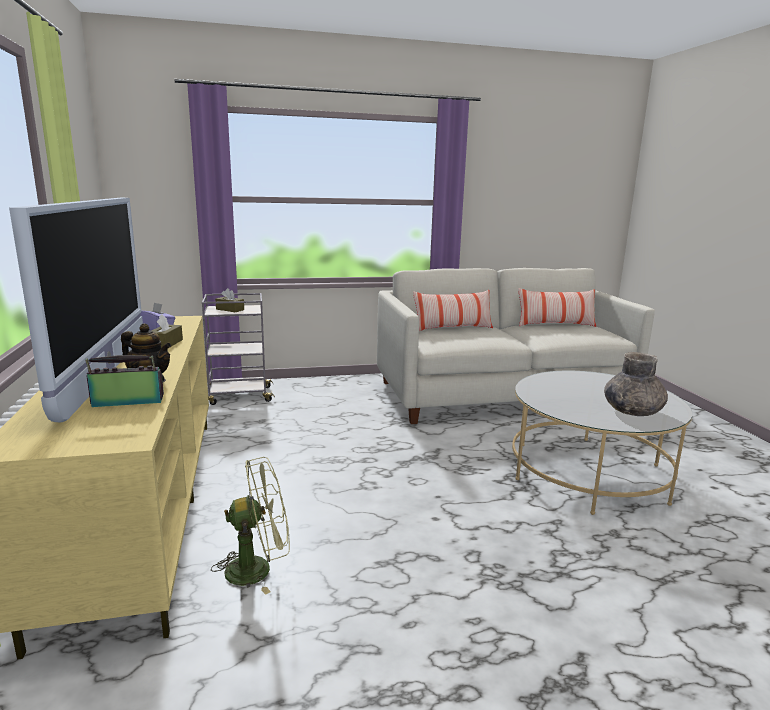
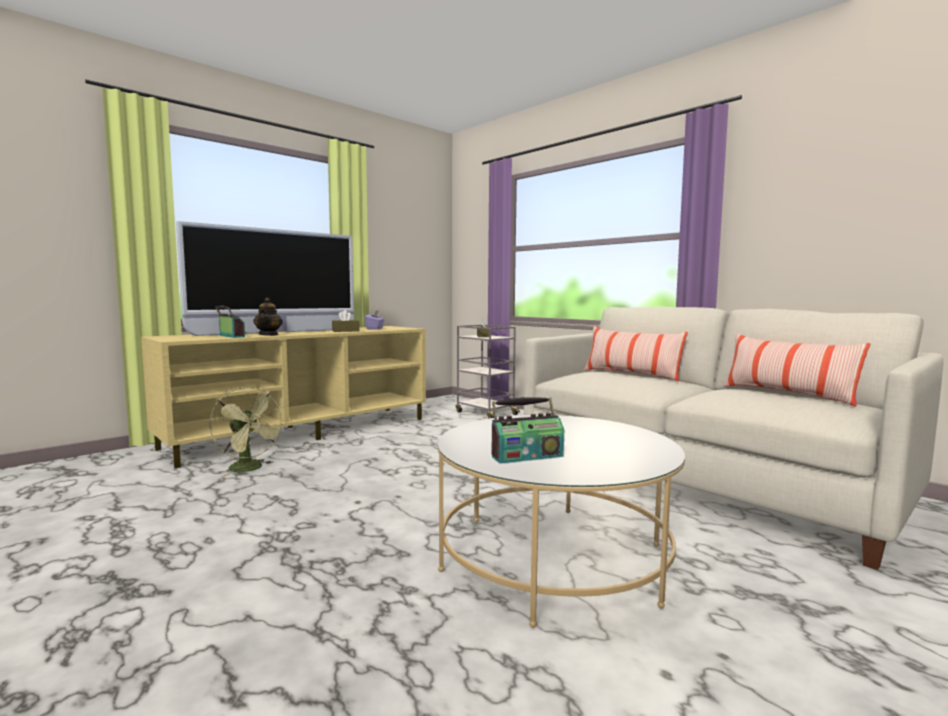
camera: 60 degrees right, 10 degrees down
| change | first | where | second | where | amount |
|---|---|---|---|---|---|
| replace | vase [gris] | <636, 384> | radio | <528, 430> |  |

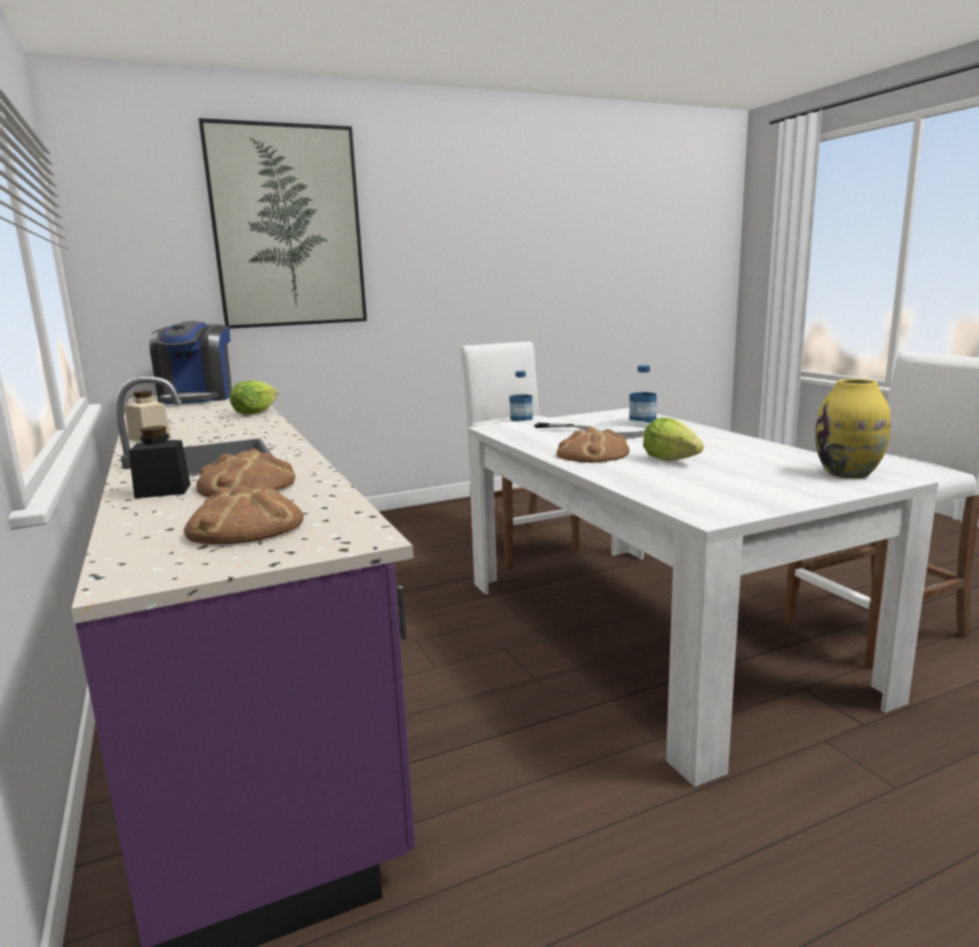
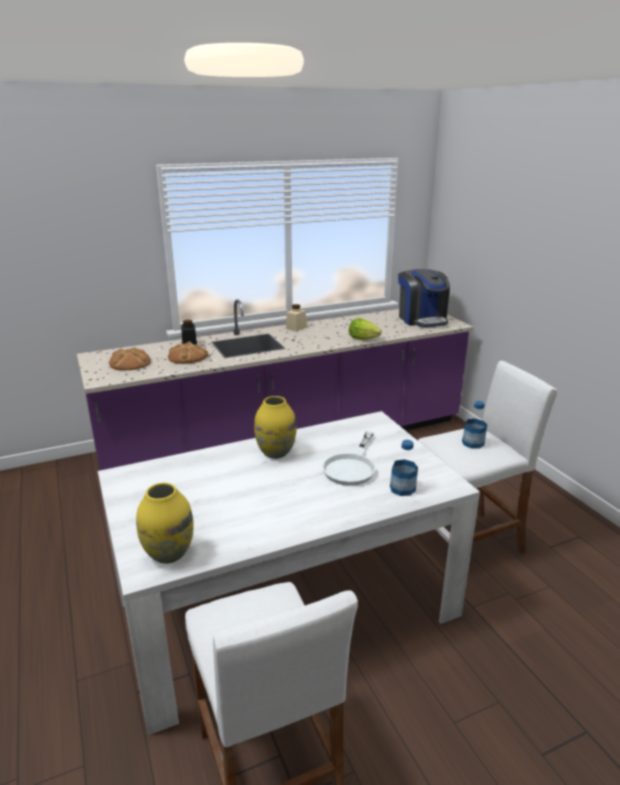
camera: 90 degrees right, 10 degrees up
| change | first | where | second | where | amount |
|---|---|---|---|---|---|
| replace | pain | <593, 445> | vase [jaune] | <275, 427> |  |
| rotate | machine à café | <190, 362> |  | <424, 298> | 105 degrees counterclockwise |
| delete | tableau | <283, 223> |  |  |  |
| delete | laitue | <673, 439> |  |  |  |

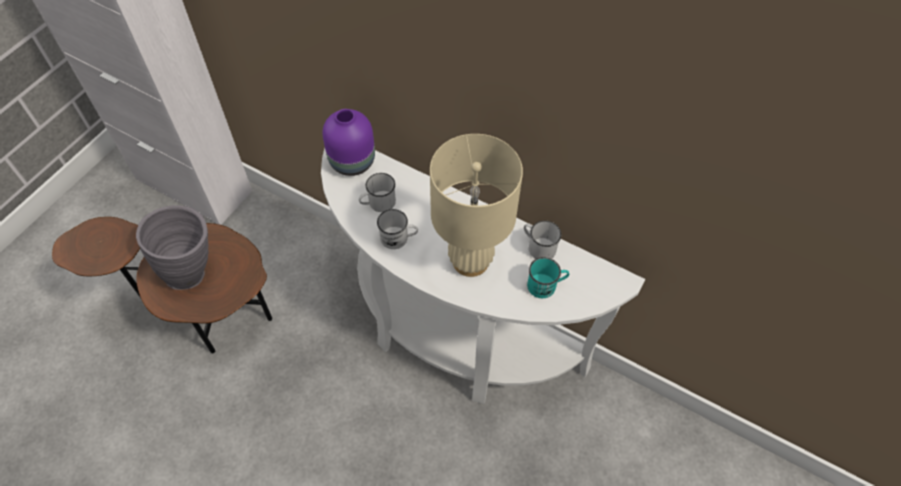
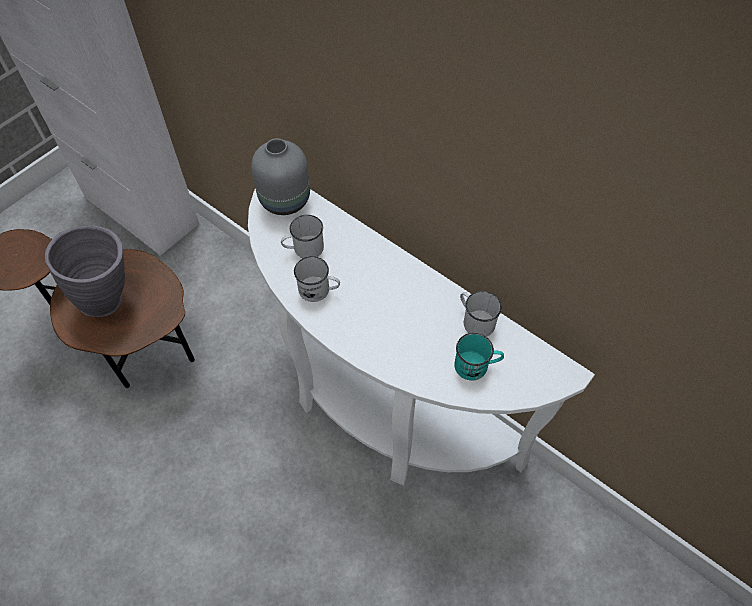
camera: 10 degrees right, 0 degrees up
| change | first | where | second | where | amount |
|---|---|---|---|---|---|
| recolor | vase [violet] | <349, 142> | vase [gris] | <280, 176> |  |
| delete | lampe de table [beige] | <476, 205> |  |  |  |

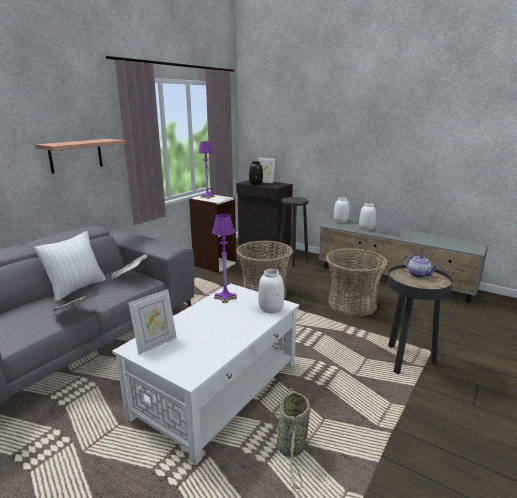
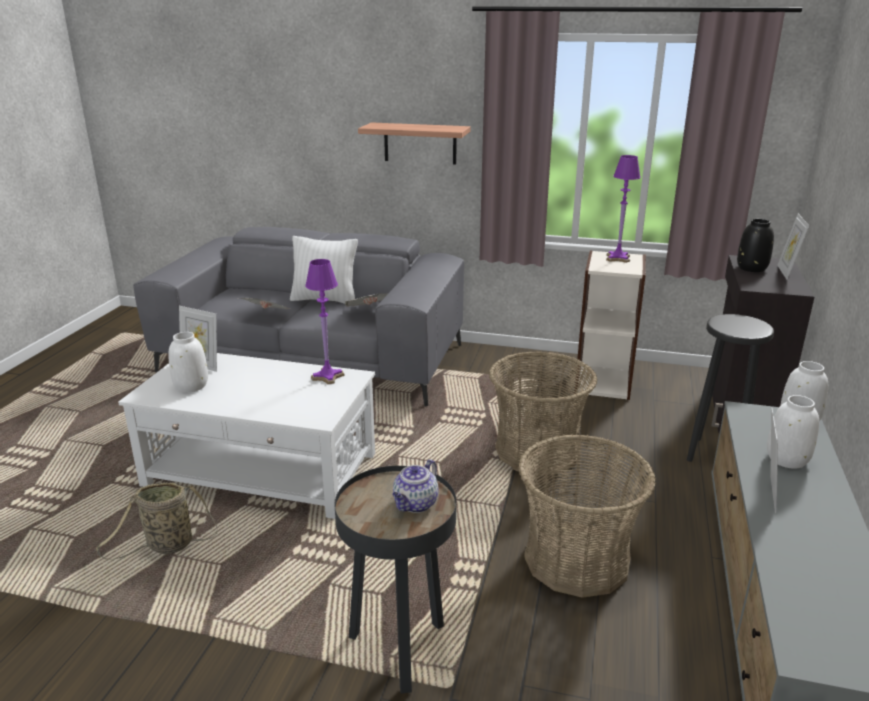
camera: 70 degrees right, 5 degrees up
| change | first | where | second | where | amount |
|---|---|---|---|---|---|
| move | vase [blanc] | <271, 291> |  | <188, 362> |  |

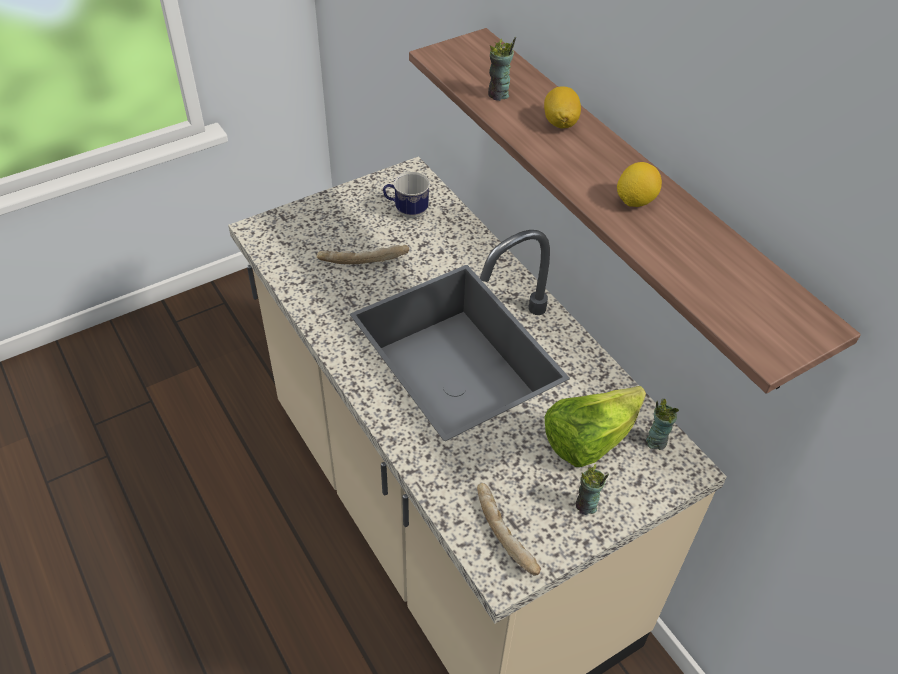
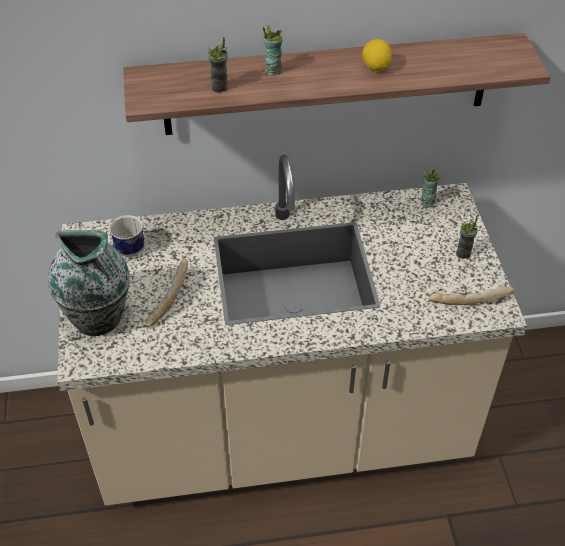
camera: 65 degrees left, 0 degrees up
| change | first | where | second | where | amount |
|---|---|---|---|---|---|
| insert |  |  | vase | <89, 283> |  |
| replace | citron | <562, 107> | tasse | <273, 50> |  |
| delete | laitue | <595, 426> |  |  |  |

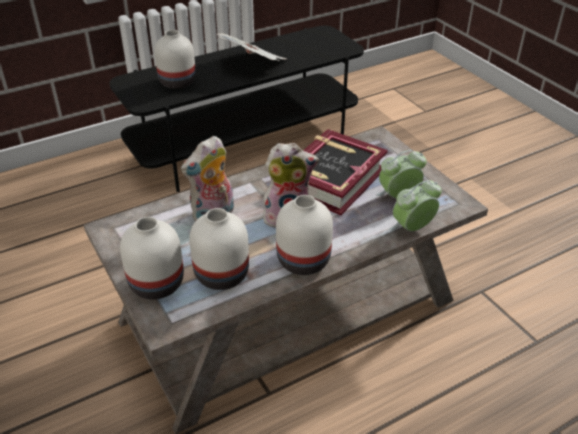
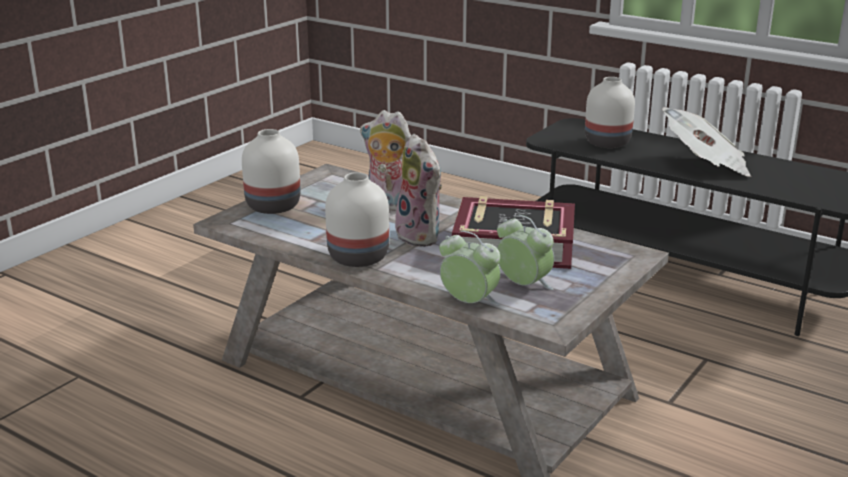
camera: 65 degrees right, 15 degrees down
| change | first | where | second | where | amount |
|---|---|---|---|---|---|
| delete | vase [blanc] | <219, 249> |  |  |  |

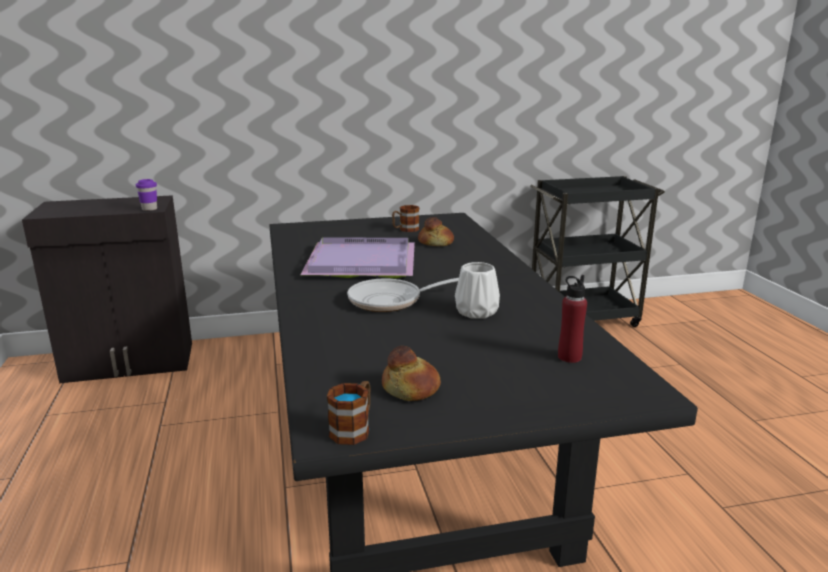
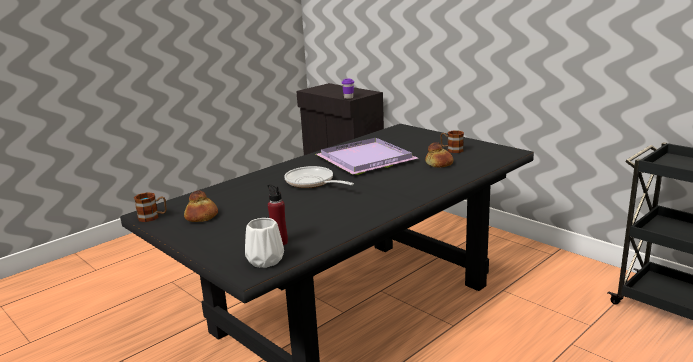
camera: 60 degrees right, 0 degrees up
| change | first | where | second | where | amount |
|---|---|---|---|---|---|
| move | vase [blanc] | <477, 290> |  | <264, 243> |  |

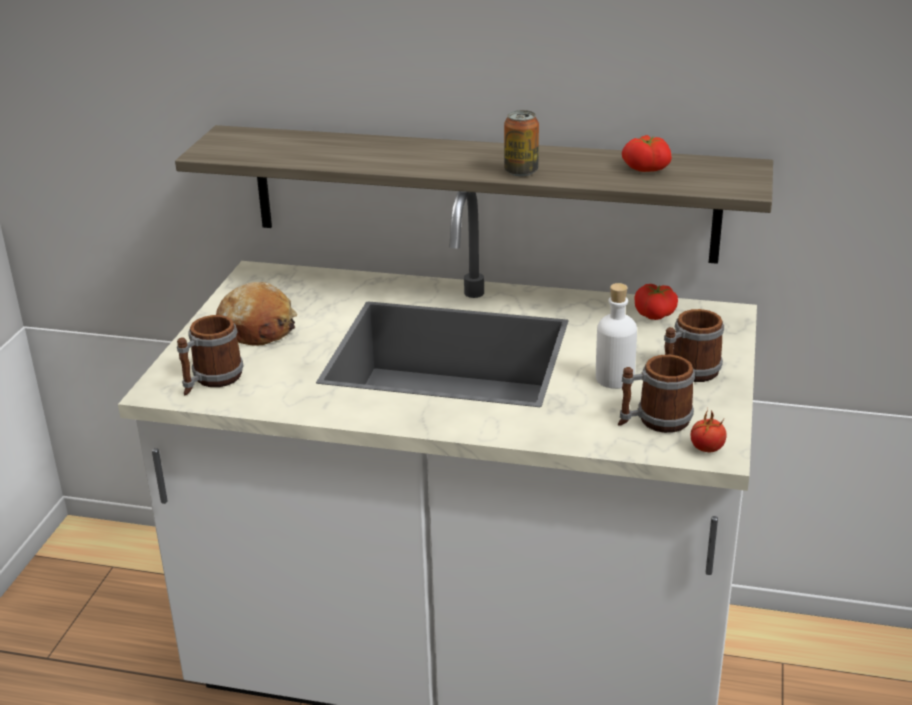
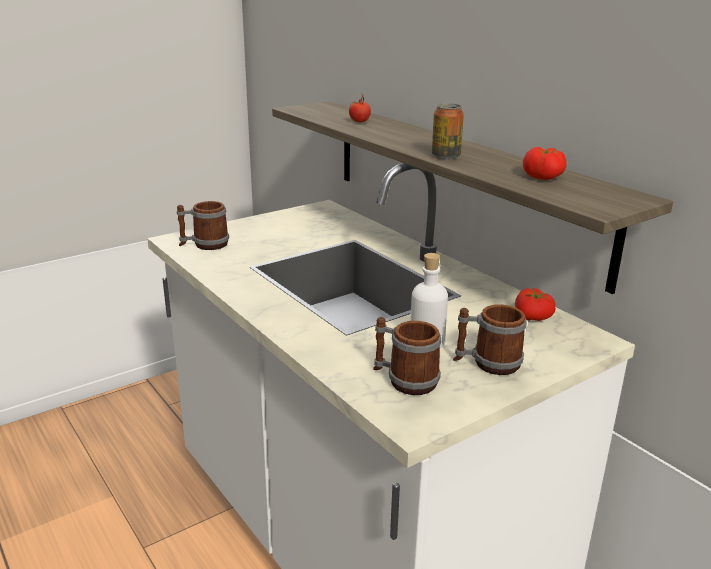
camera: 40 degrees right, 5 degrees down
| change | first | where | second | where | amount |
|---|---|---|---|---|---|
| move | tomate | <709, 430> |  | <360, 108> |  |
| delete | pain | <256, 314> |  |  |  |

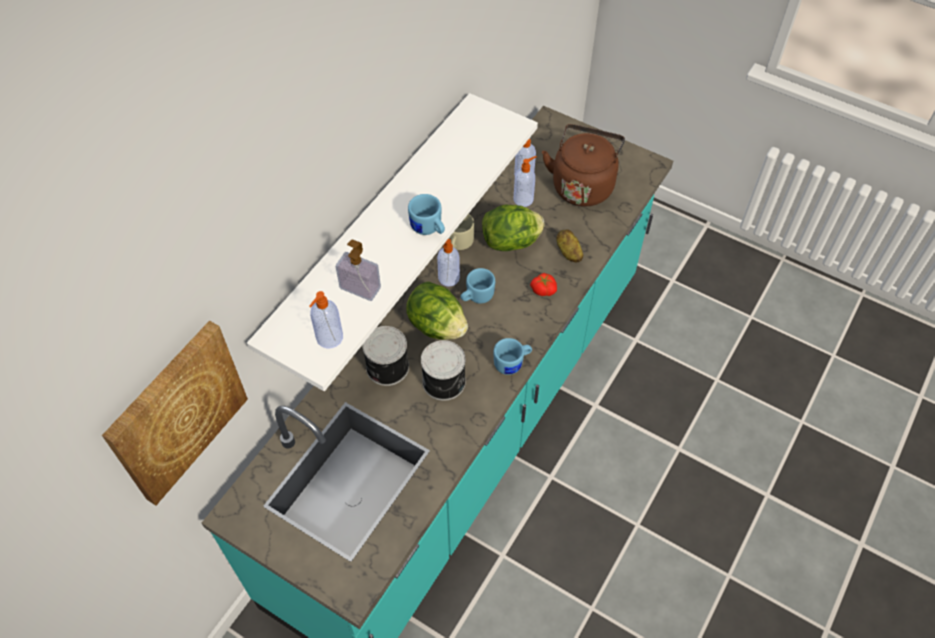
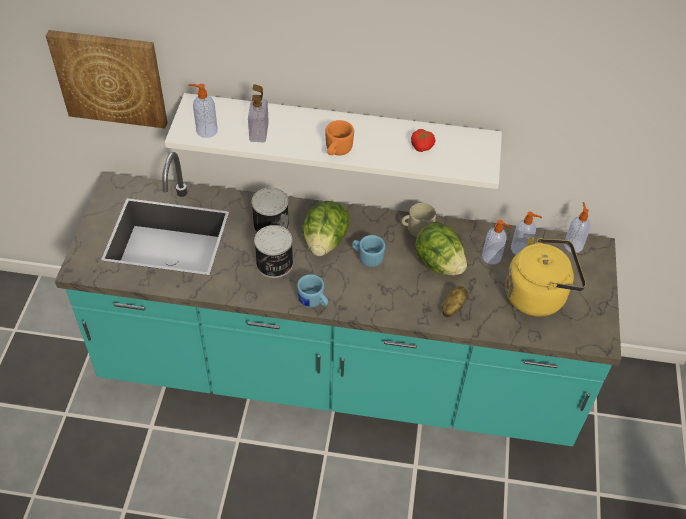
camera: 65 degrees right, 5 degrees down
| change | first | where | second | where | amount |
|---|---|---|---|---|---|
| recolor | mug [bleu] | <426, 214> | mug [orange] | <339, 137> |  |
| move | tomate | <543, 284> |  | <423, 140> |  |
| recolor | bouilloire [marron] | <583, 165> | bouilloire [jaune] | <545, 277> |  |
| move | distributeur de savon | <448, 262> |  | <577, 227> |  |

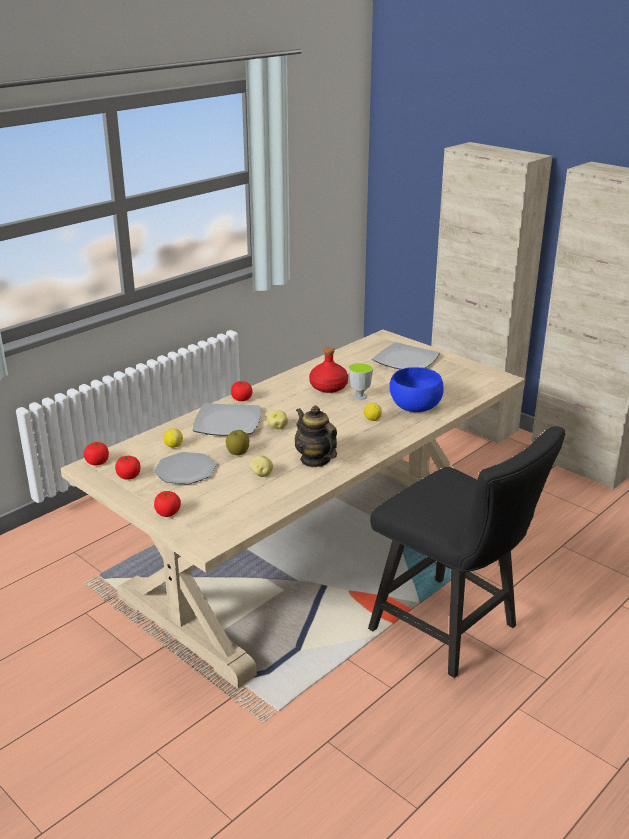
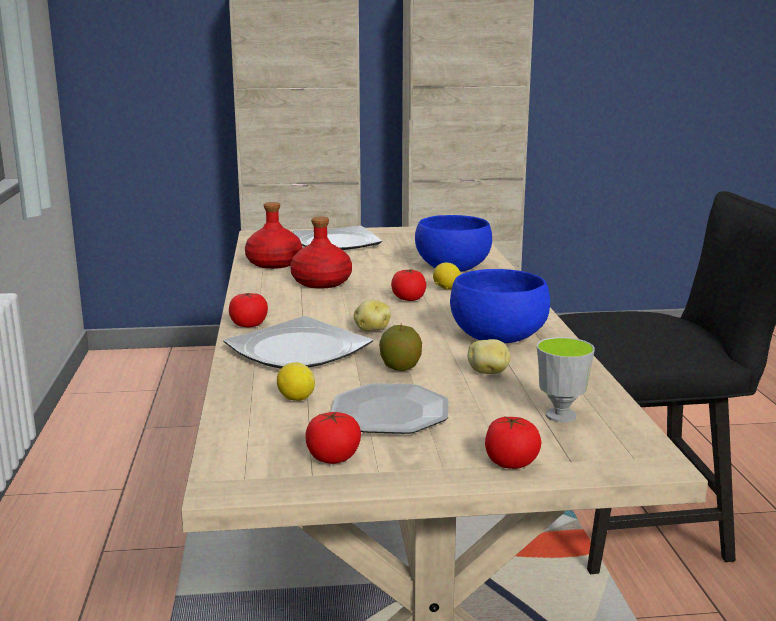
camera: 50 degrees left, 10 degrees down
| change | first | where | second | where | amount |
|---|---|---|---|---|---|
| insert |  |  | bouteille [rouge] | <273, 235> |  |
| move | tomate | <96, 453> |  | <408, 285> |  |
| replace | théière | <316, 436> | bol [bleu] | <500, 306> |  |
| move | tasse | <361, 381> |  | <565, 379> |  |

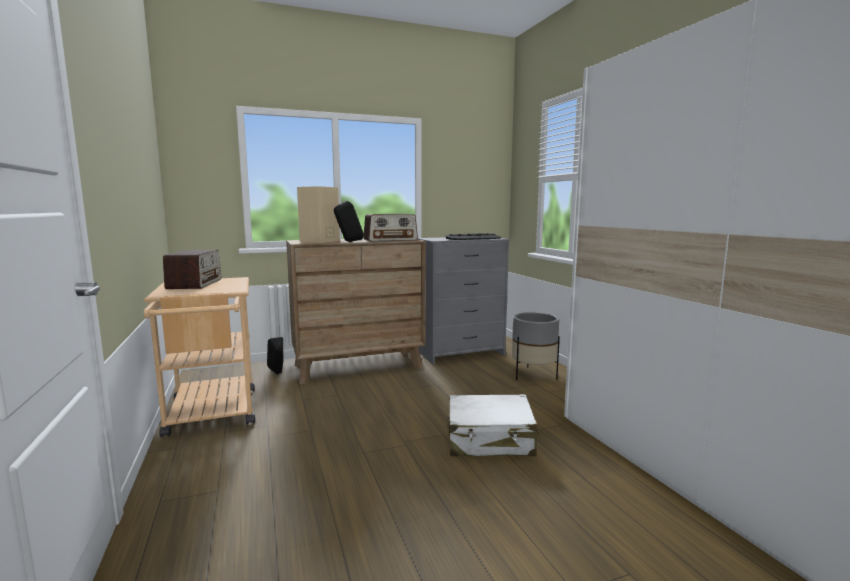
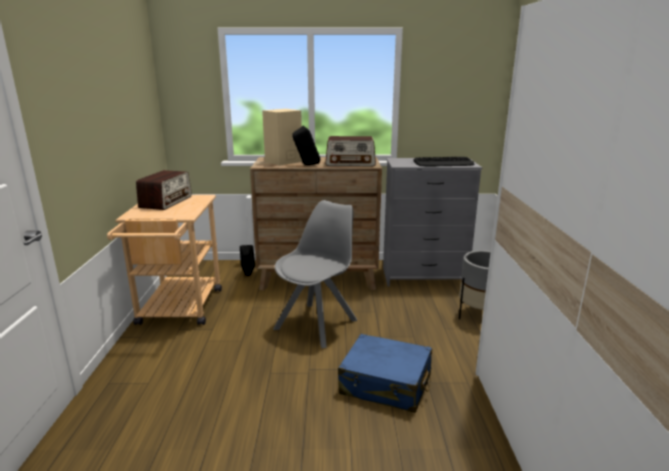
camera: 20 degrees right, 10 degrees up
| change | first | where | second | where | amount |
|---|---|---|---|---|---|
| insert |  |  | chaise [gris] | <315, 274> |  |
| recolor | valise [blanc] | <494, 425> | valise [bleu] | <385, 373> |  |

